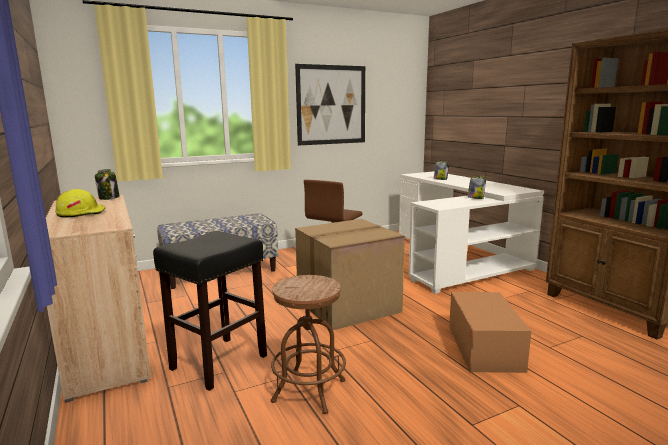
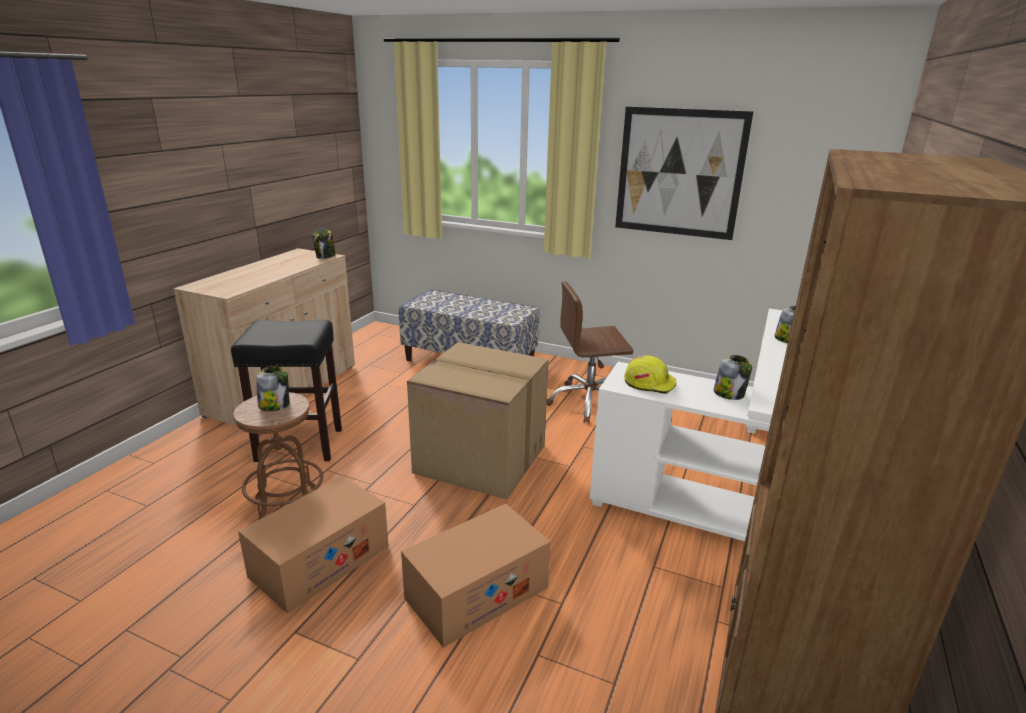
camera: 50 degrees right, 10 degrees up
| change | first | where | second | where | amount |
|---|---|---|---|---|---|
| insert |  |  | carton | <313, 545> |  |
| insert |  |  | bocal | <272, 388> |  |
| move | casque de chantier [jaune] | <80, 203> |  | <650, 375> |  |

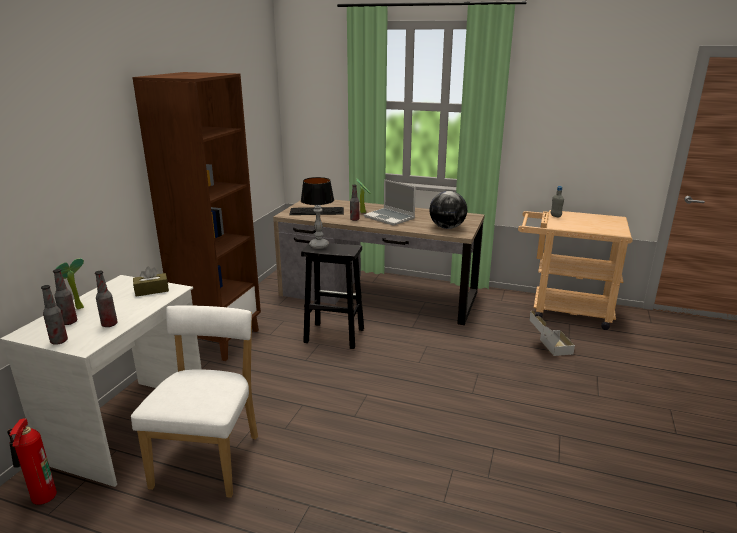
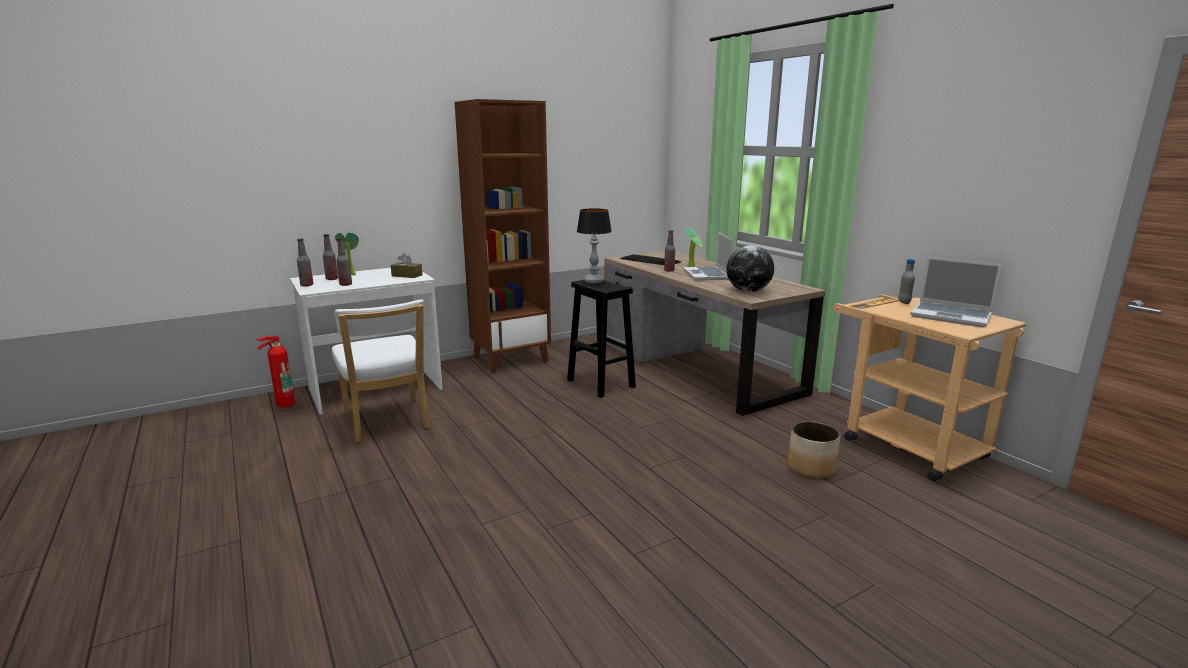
camera: 40 degrees right, 5 degrees down
| change | first | where | second | where | amount |
|---|---|---|---|---|---|
| rotate | chaise [blanc] | <194, 401> |  | <381, 371> | 105 degrees clockwise |
| replace | carton | <552, 333> | cache-pot | <814, 449> |  |
| insert |  |  | ordinateur portable | <956, 292> |  |

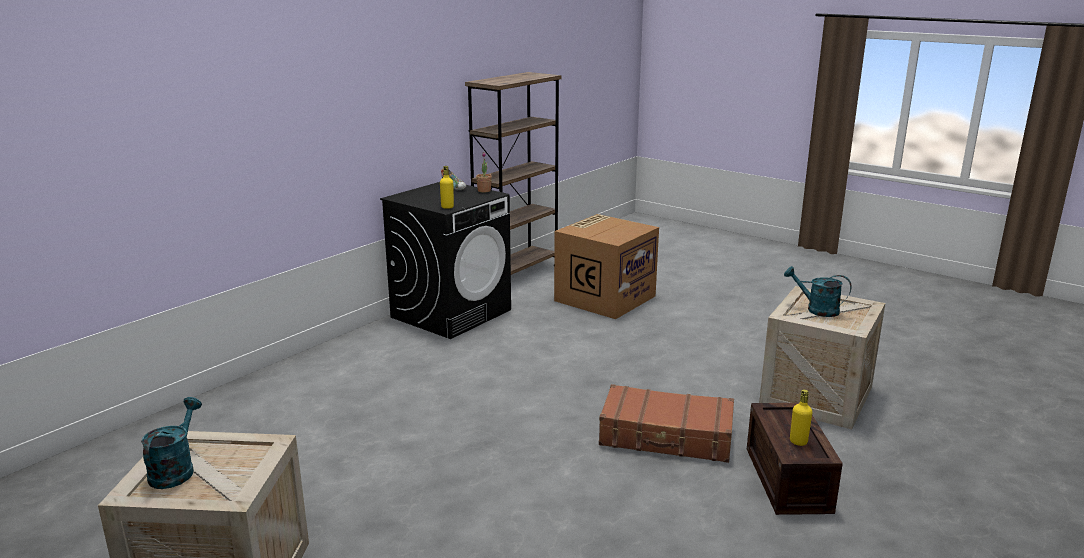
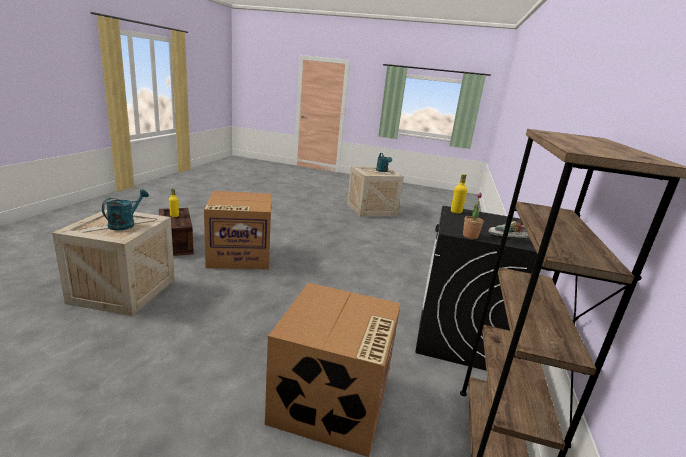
camera: 155 degrees right, 0 degrees up
| change | first | where | second | where | amount |
|---|---|---|---|---|---|
| rotate | arrosoir [turquoise] | <818, 291> |  | <125, 209> | 75 degrees counterclockwise |
| replace | valise [marron] | <666, 423> | carton | <238, 230> |  |

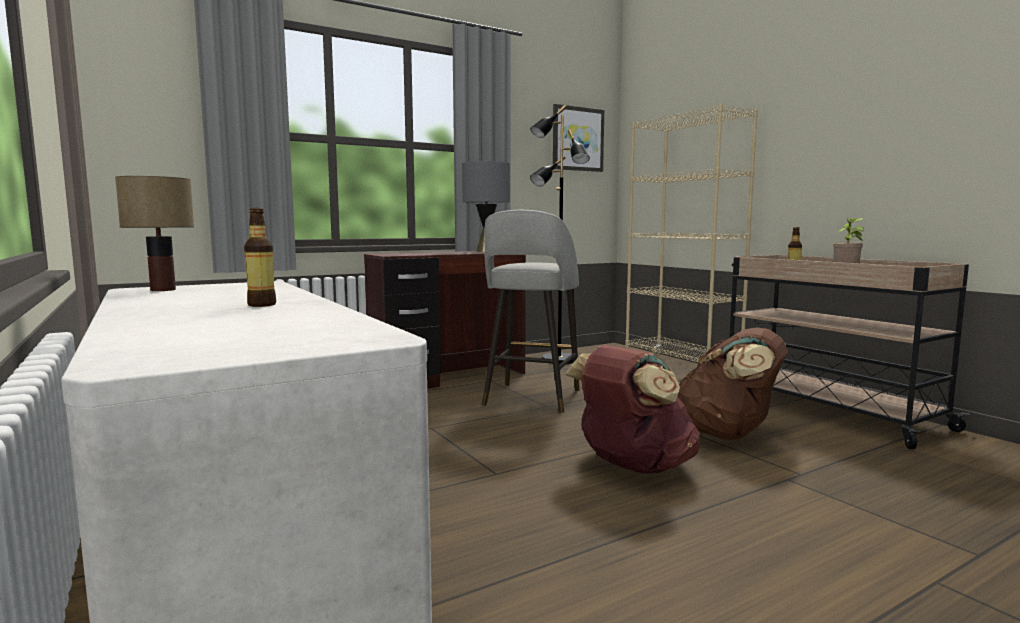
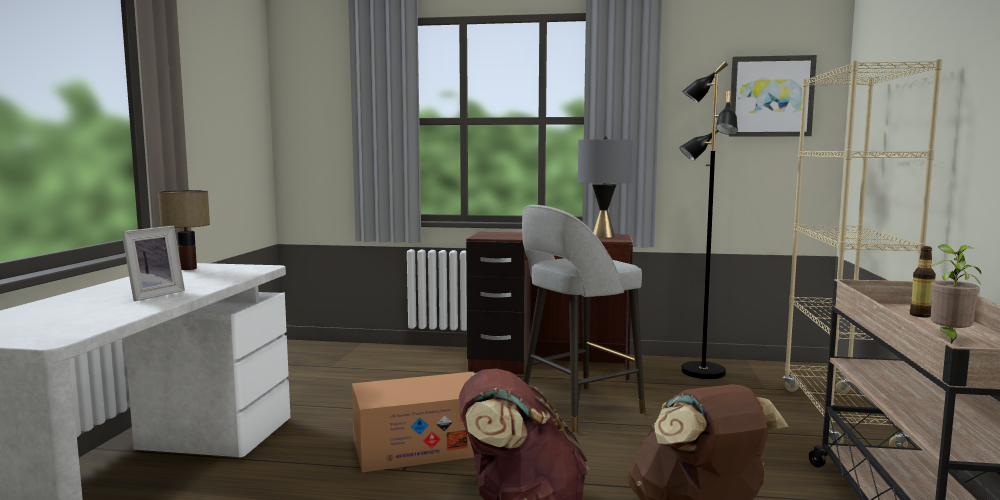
camera: 40 degrees right, 0 degrees up
| change | first | where | second | where | amount |
|---|---|---|---|---|---|
| replace | bouteille | <260, 257> | cadre photo | <153, 263> |  |
| insert |  |  | carton | <413, 422> |  |

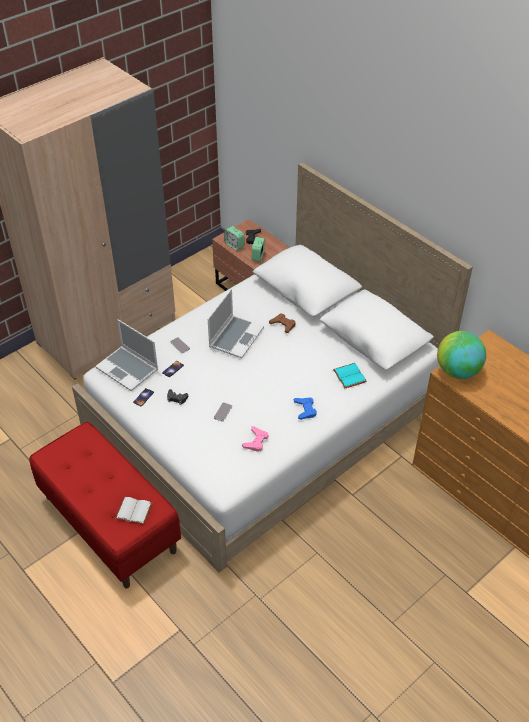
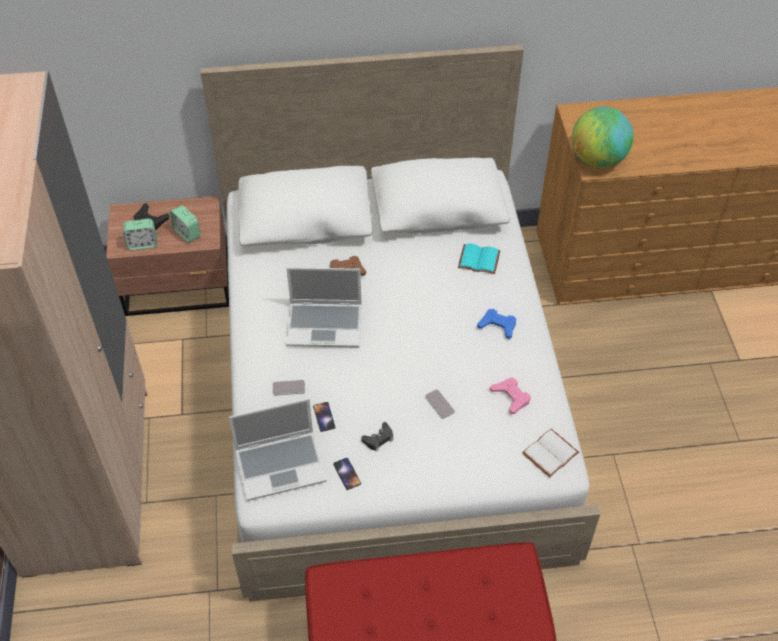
camera: 55 degrees left, 5 degrees up
| change | first | where | second | where | amount |
|---|---|---|---|---|---|
| rotate | ordinateur portable | <236, 323> |  | <324, 307> | 120 degrees clockwise |
| move | livre [blanc] | <134, 511> |  | <550, 453> |  |

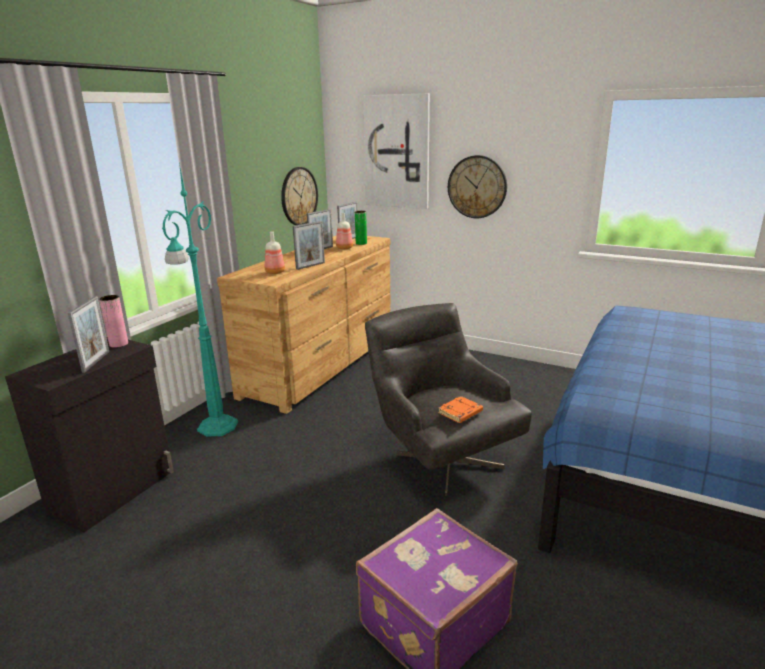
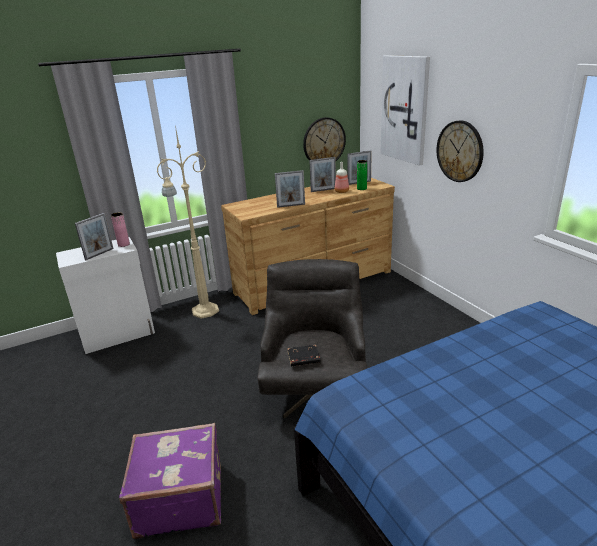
camera: 35 degrees right, 5 degrees up
| change | first | where | second | where | amount |
|---|---|---|---|---|---|
| recolor | meuble de rangement [noir] | <89, 435> | meuble de rangement [blanc] | <105, 295> |  |
| recolor | lampadaire [turquoise] | <200, 299> | lampadaire [beige] | <187, 222> |  |
| recolor | livre [orange] | <460, 409> | livre [noir] | <303, 355> |  |
| delete | bouteille | <275, 252> |  |  |  |

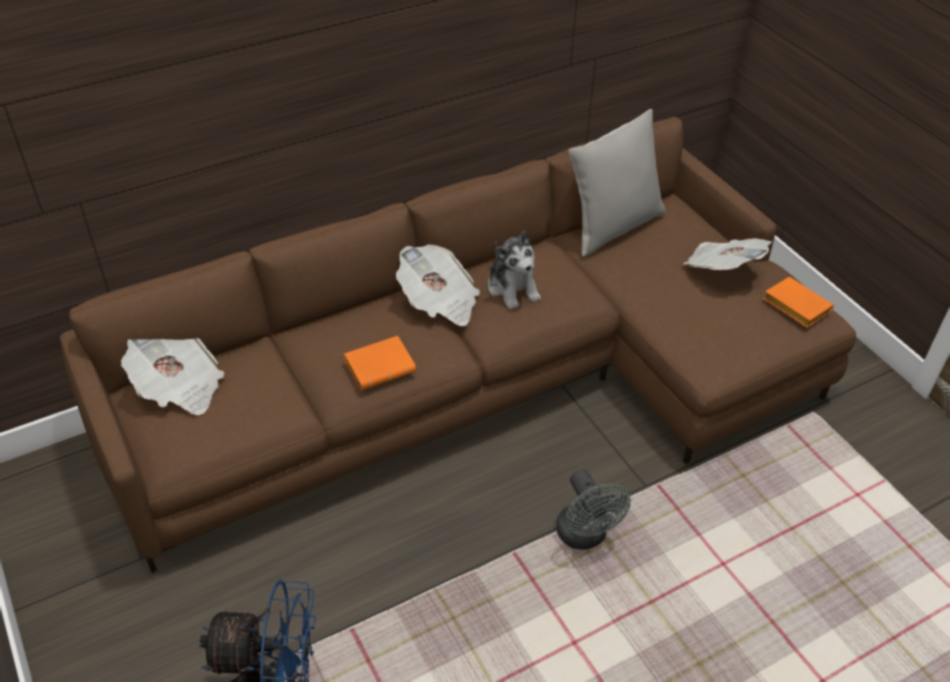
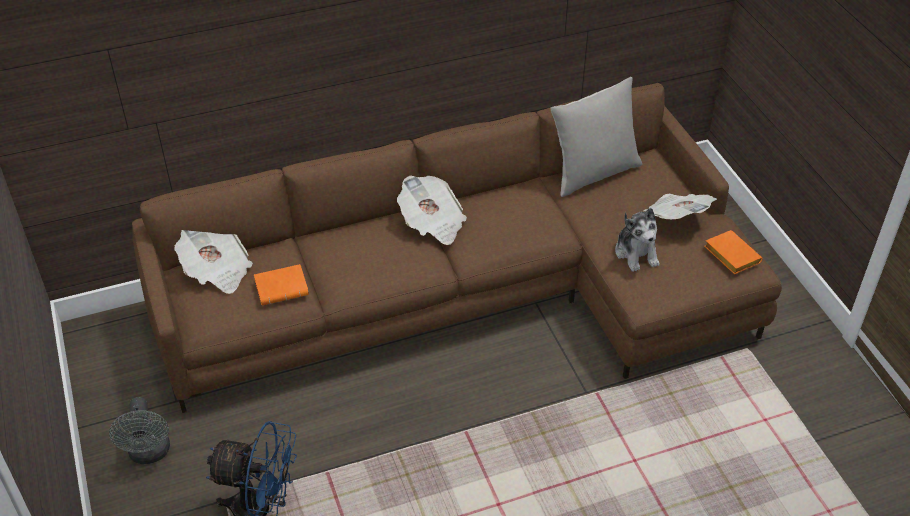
camera: 10 degrees right, 0 degrees up
| change | first | where | second | where | amount |
|---|---|---|---|---|---|
| move | ventilateur [gris] | <593, 509> |  | <139, 430> |  |
| move | livre [orange] | <380, 363> |  | <281, 284> |  |
| move | peluche | <514, 270> |  | <637, 240> |  |

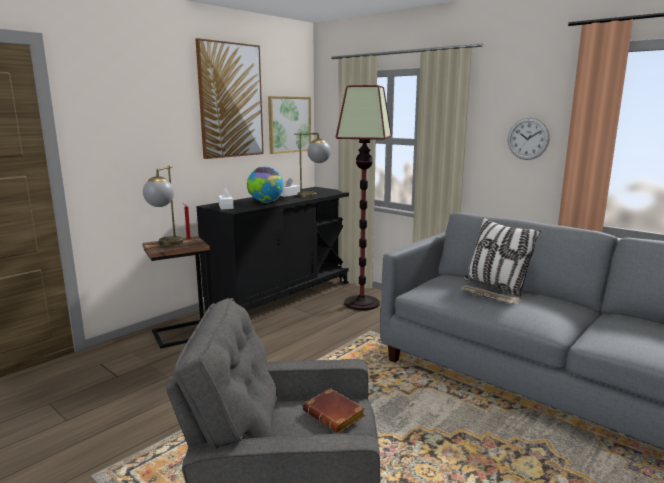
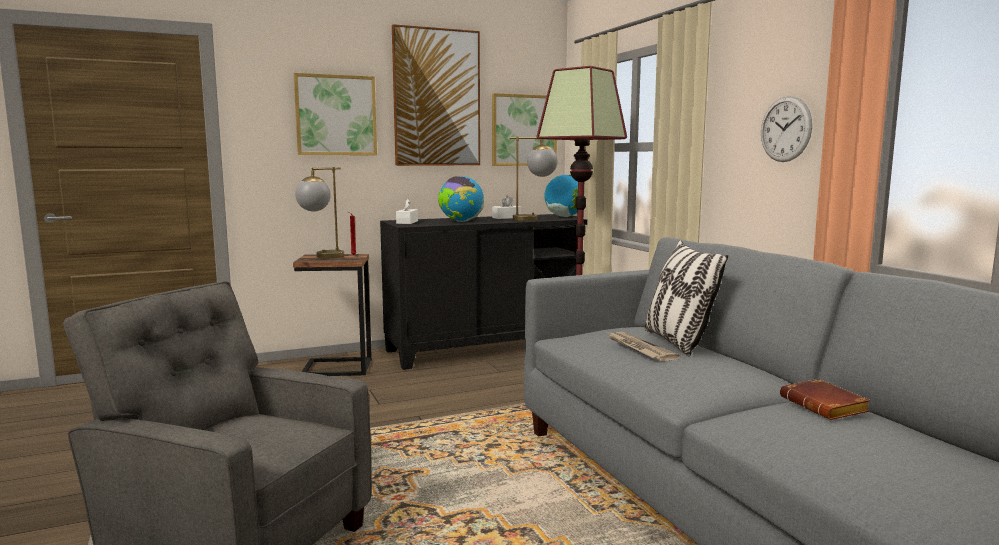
camera: 25 degrees right, 5 degrees down
| change | first | where | second | where | amount |
|---|---|---|---|---|---|
| insert |  |  | tableau | <335, 114> |  |
| insert |  |  | globe | <561, 196> |  |
| move | livre [marron] | <334, 410> |  | <825, 399> |  |

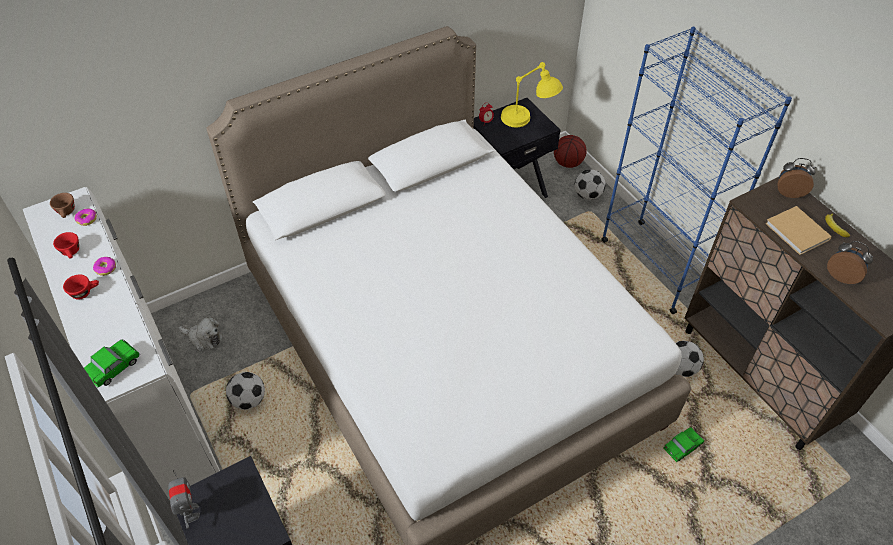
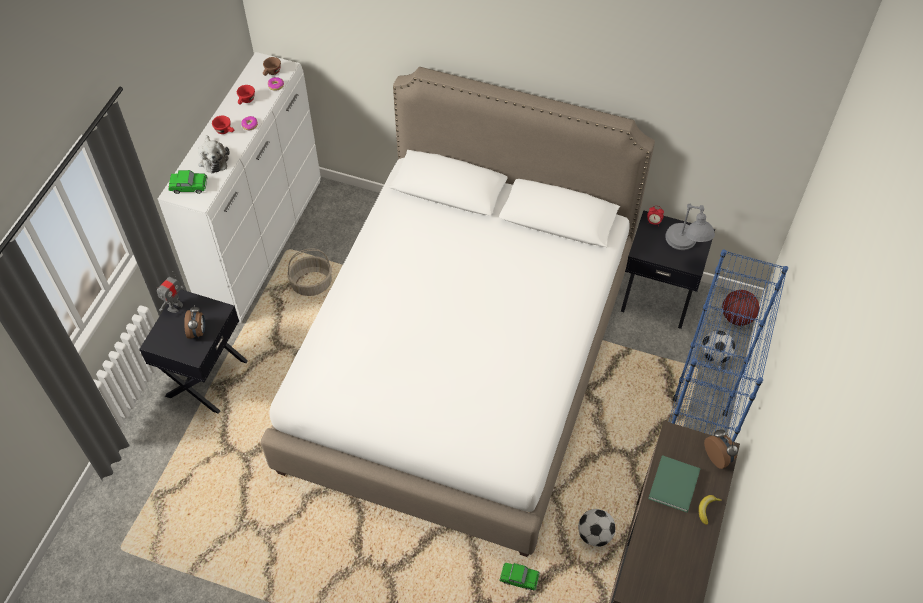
camera: 50 degrees right, 5 degrees up
| change | first | where | second | where | amount |
|---|---|---|---|---|---|
| move | réveil | <850, 262> |  | <194, 322> |  |
| move | peluche | <201, 333> |  | <214, 154> |  |
| replace | ballon de foot | <245, 391> | panier | <309, 272> |  |
| recolor | livre [beige] | <798, 230> | livre [vert] | <674, 484> |  |
| recolor | lampe de table [jaune] | <532, 94> | lampe de table [gris] | <690, 226> |  |

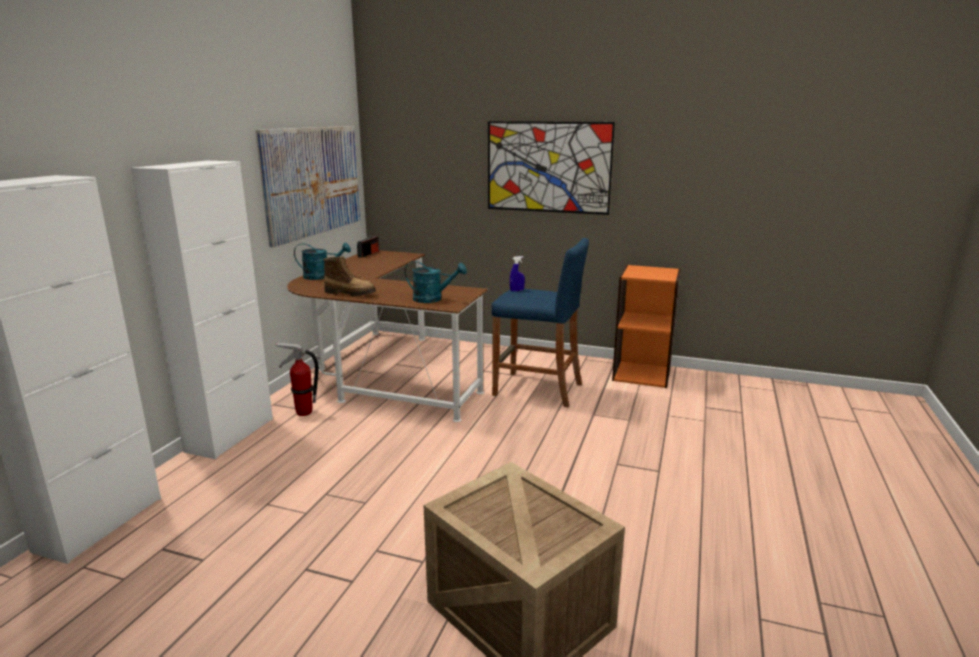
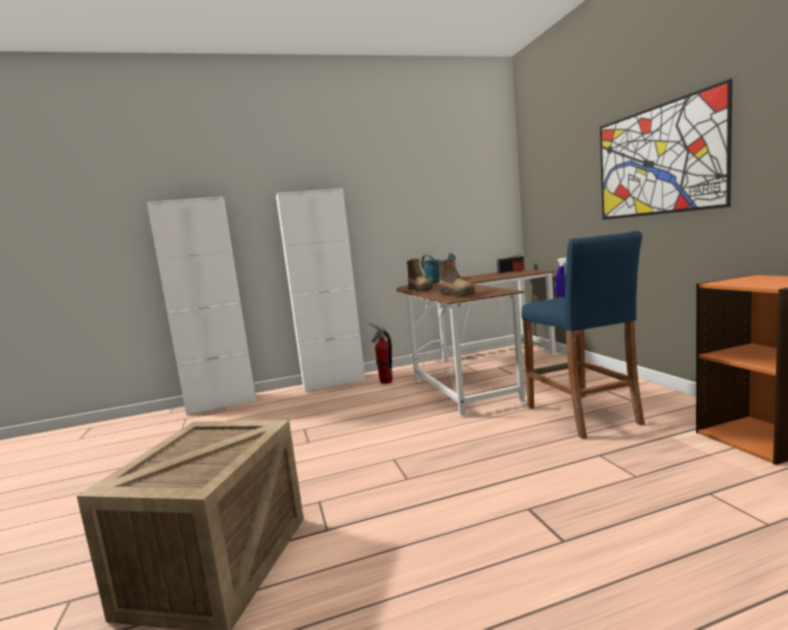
camera: 55 degrees right, 10 degrees down
| change | first | where | second | where | amount |
|---|---|---|---|---|---|
| replace | arrosoir [turquoise] | <436, 282> | botte | <456, 277> |  |
| delete | tableau | <307, 186> |  |  |  |

